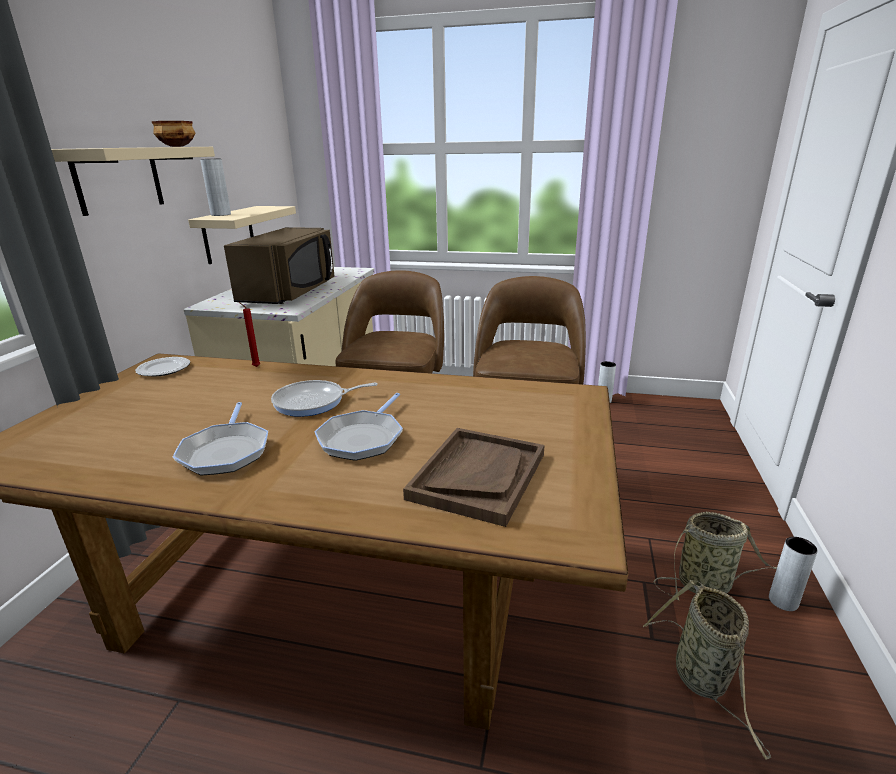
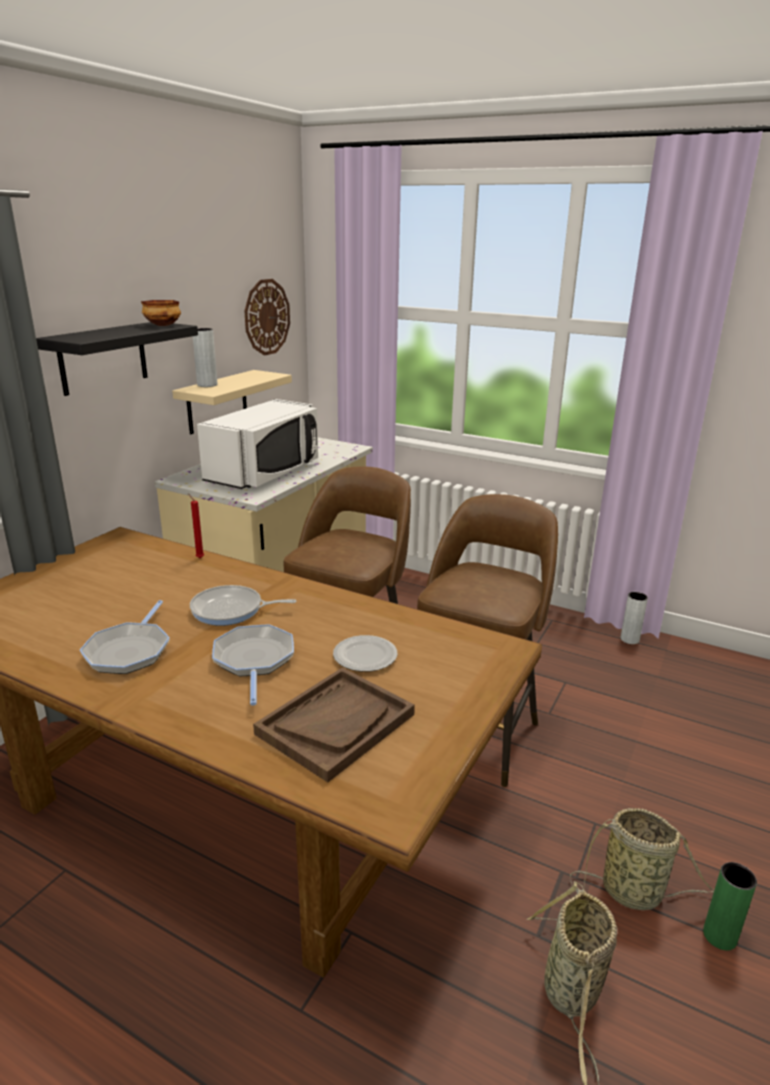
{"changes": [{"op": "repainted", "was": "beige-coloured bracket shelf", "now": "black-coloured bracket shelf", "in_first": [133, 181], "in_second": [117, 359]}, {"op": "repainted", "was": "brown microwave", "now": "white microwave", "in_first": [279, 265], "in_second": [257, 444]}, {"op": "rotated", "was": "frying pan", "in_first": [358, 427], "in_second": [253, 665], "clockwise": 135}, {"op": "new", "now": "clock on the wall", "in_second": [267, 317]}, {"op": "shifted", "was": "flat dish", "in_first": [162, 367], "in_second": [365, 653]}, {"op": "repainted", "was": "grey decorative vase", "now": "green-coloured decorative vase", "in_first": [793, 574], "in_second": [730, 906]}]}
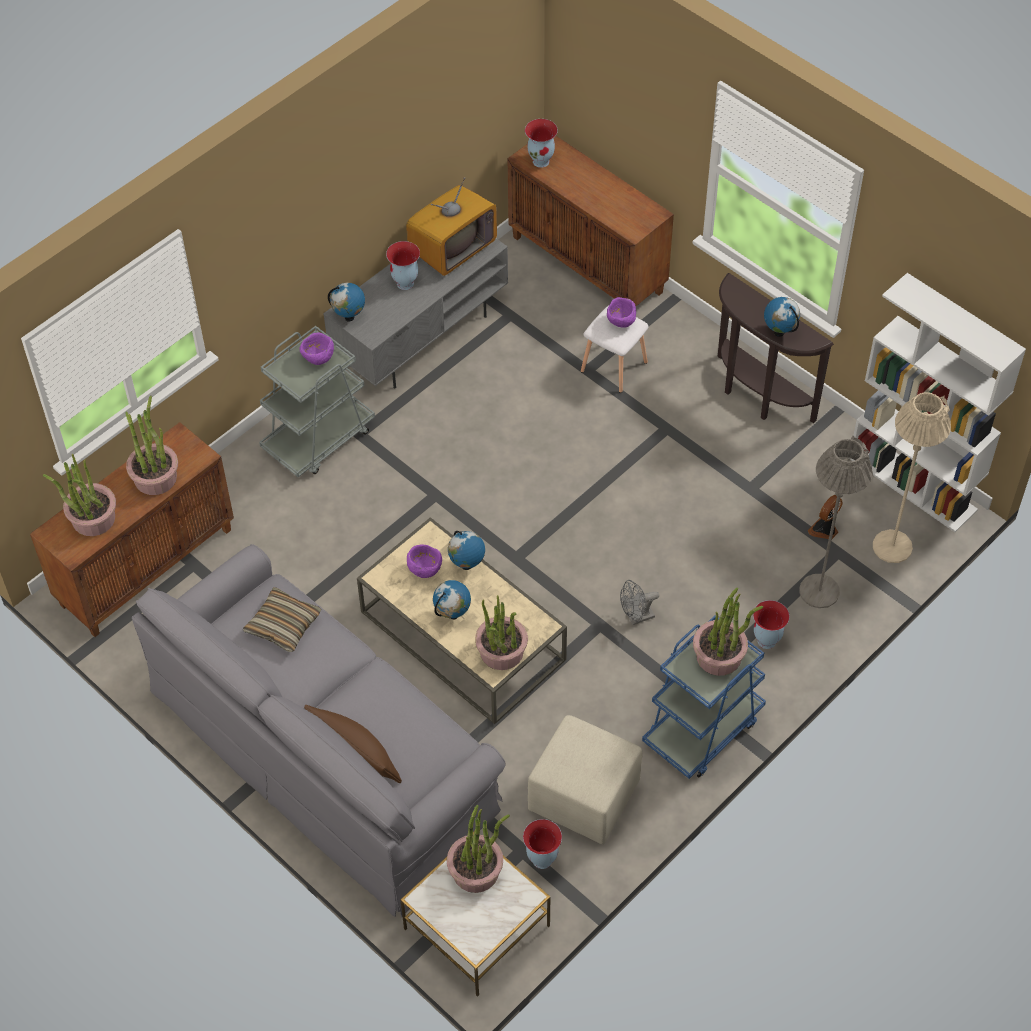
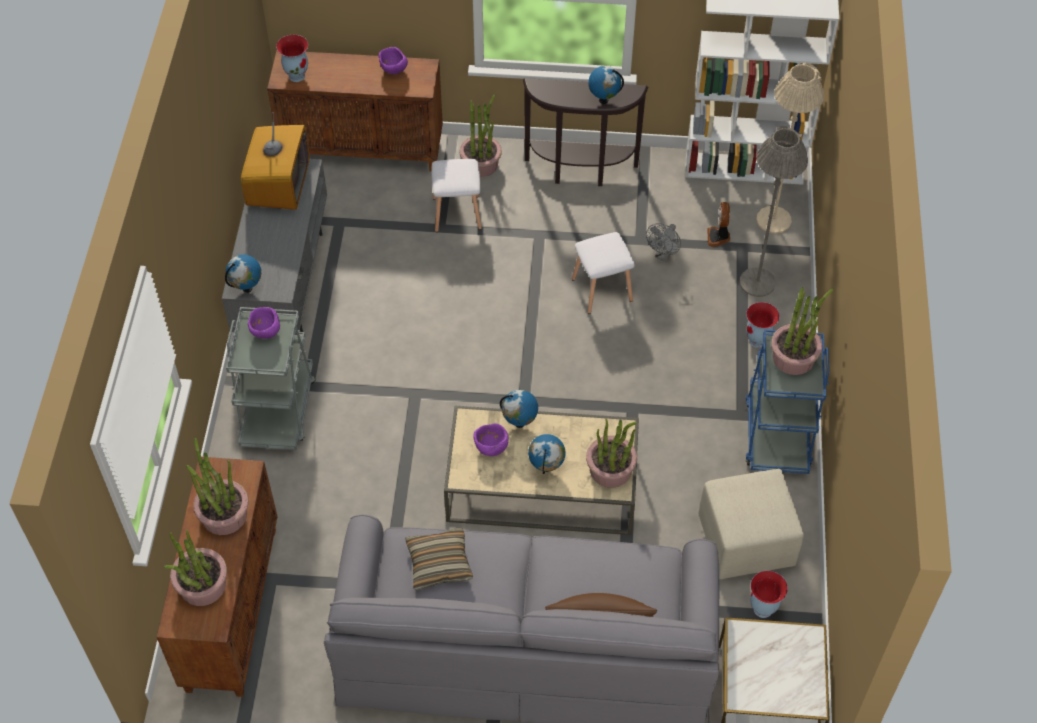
{"changes": [{"op": "shifted", "was": "purple-coloured serving bowl", "in_first": [621, 312], "in_second": [393, 60]}, {"op": "shifted", "was": "plant in a pot", "in_first": [478, 849], "in_second": [481, 135]}, {"op": "new", "now": "white sitting stool", "in_second": [603, 273]}, {"op": "shifted", "was": "grey cooling fan", "in_first": [639, 602], "in_second": [663, 242]}, {"op": "gone", "was": "decorative vase", "in_first": [403, 265]}]}
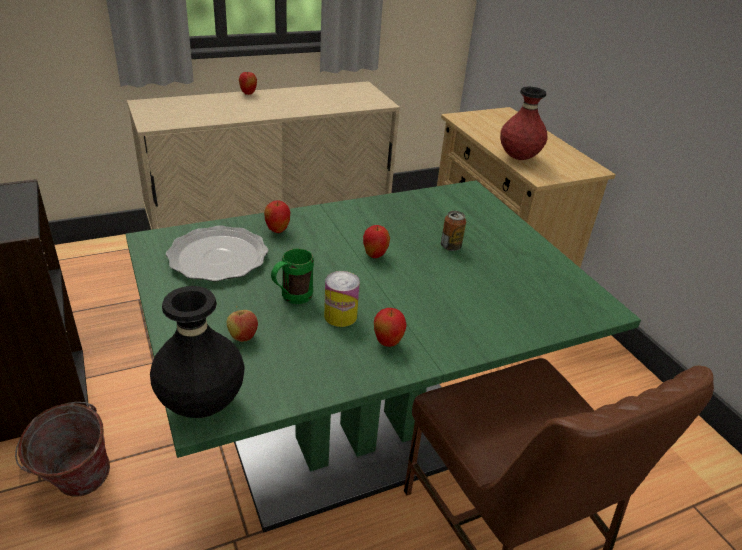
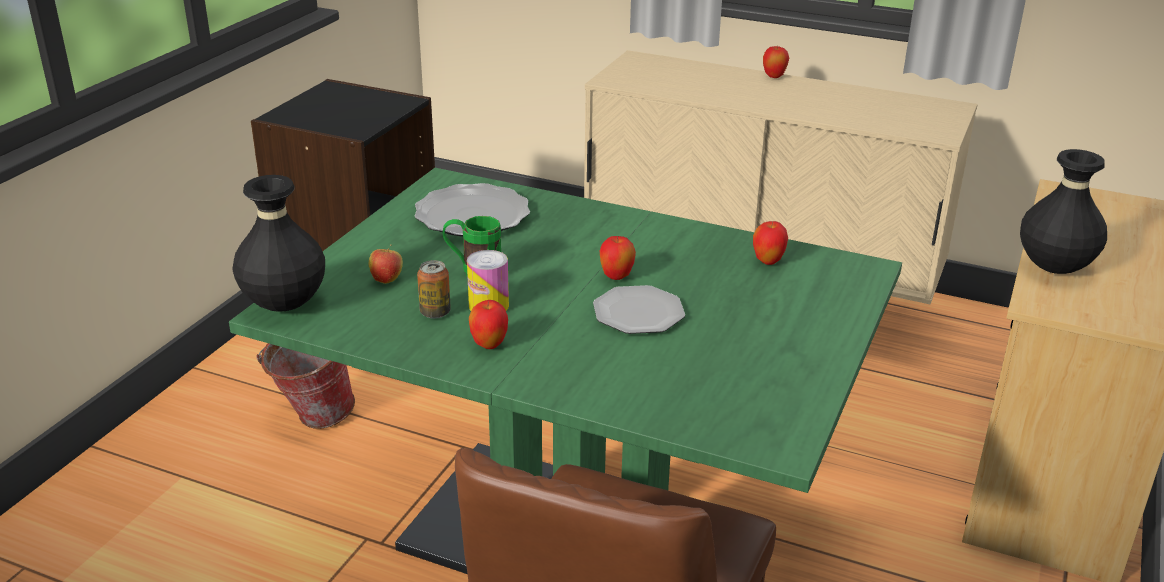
{"changes": [{"op": "shifted", "was": "metal can", "in_first": [453, 231], "in_second": [434, 289]}, {"op": "new", "now": "flat dish", "in_second": [639, 309]}, {"op": "shifted", "was": "whole apple", "in_first": [277, 216], "in_second": [770, 243]}, {"op": "repainted", "was": "red decorative vase", "now": "black-coloured decorative vase", "in_first": [523, 123], "in_second": [1063, 211]}]}
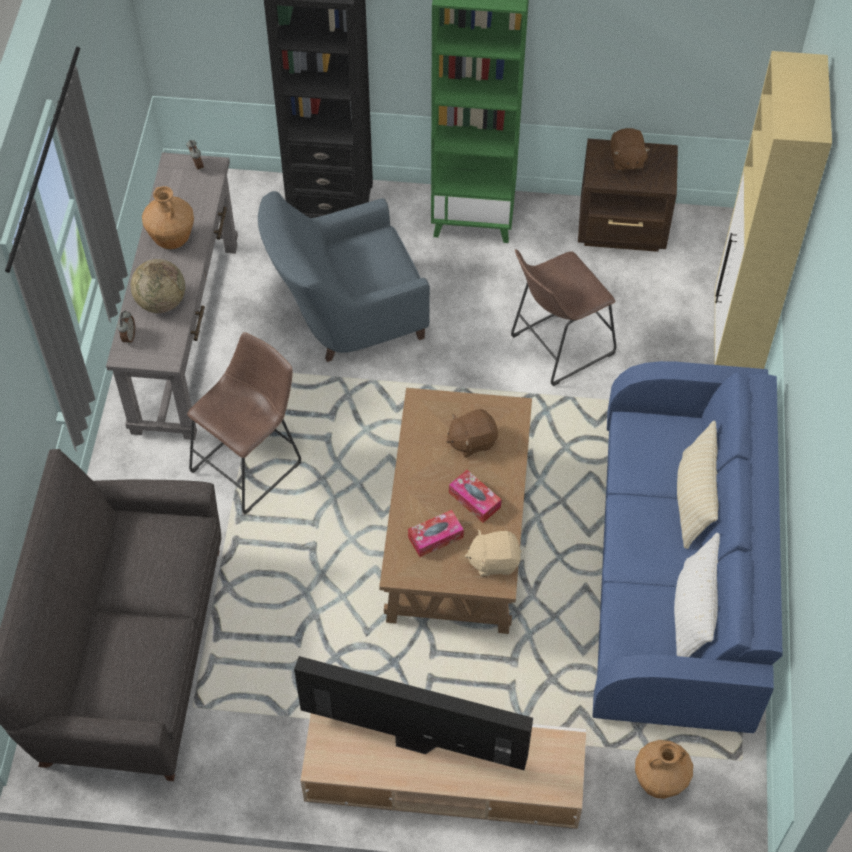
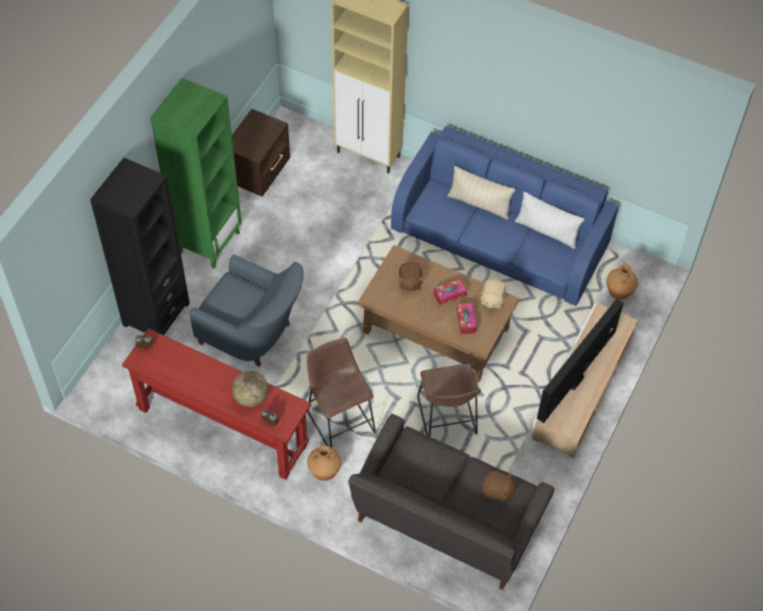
{"changes": [{"op": "repainted", "was": "grey console table", "now": "red console table", "in_first": [172, 296], "in_second": [216, 404]}, {"op": "rotated", "was": "bluish armchair", "in_first": [344, 276], "in_second": [246, 310], "clockwise": -60}, {"op": "shifted", "was": "brown decorative vase", "in_first": [168, 217], "in_second": [324, 463]}, {"op": "shifted", "was": "brown sitting stool", "in_first": [563, 317], "in_second": [449, 400]}, {"op": "shifted", "was": "brown plush toy", "in_first": [630, 149], "in_second": [499, 486]}]}
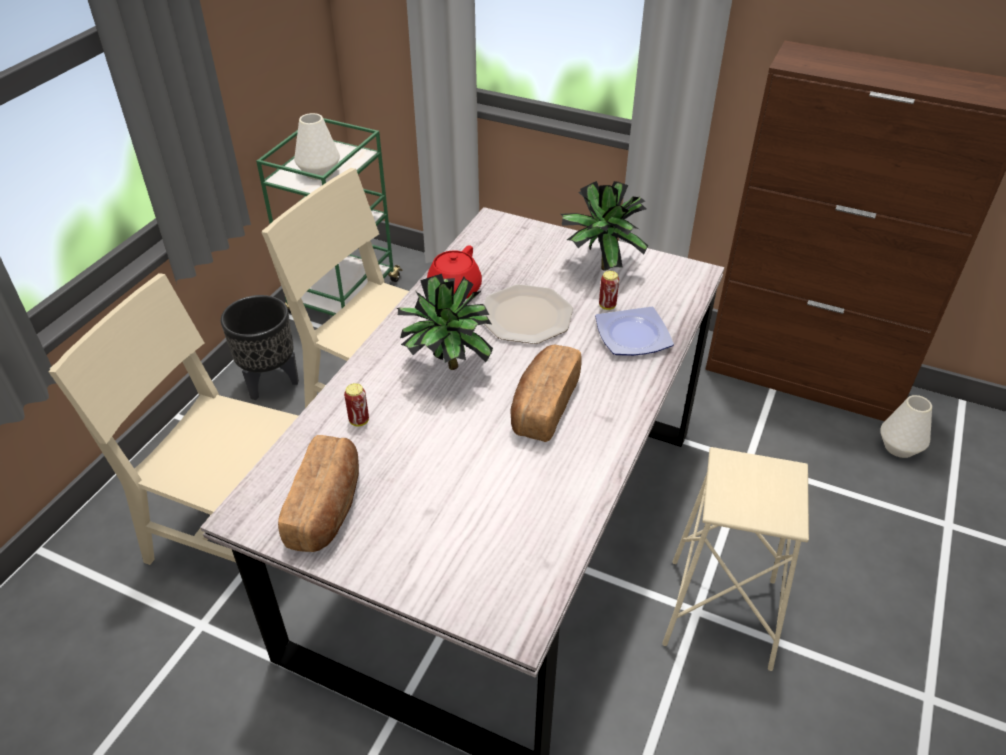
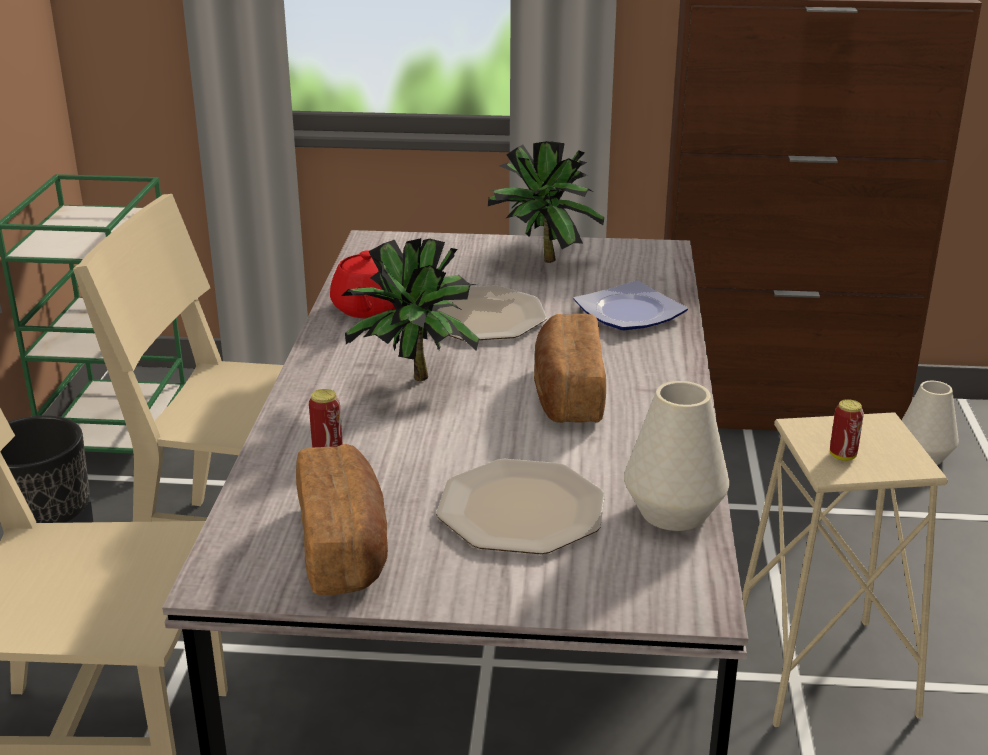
{"changes": [{"op": "new", "now": "flat dish", "in_second": [520, 506]}, {"op": "shifted", "was": "white decorative vase", "in_first": [317, 146], "in_second": [676, 456]}, {"op": "shifted", "was": "metal can", "in_first": [609, 290], "in_second": [847, 430]}]}
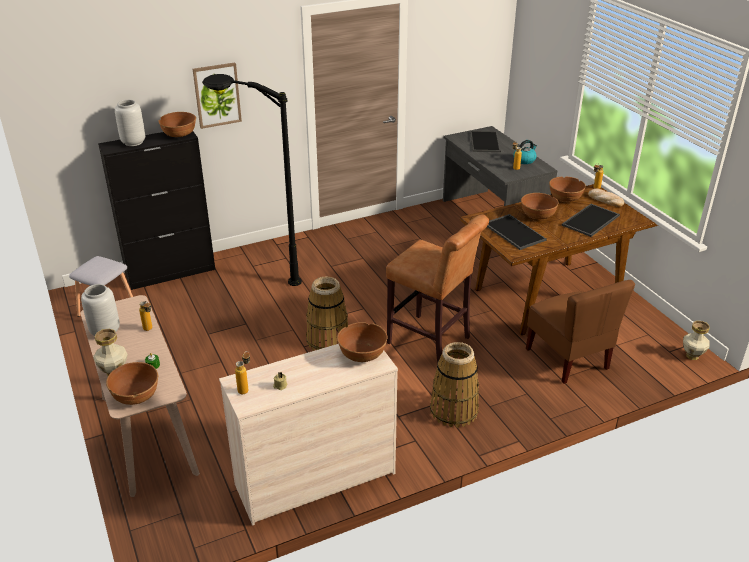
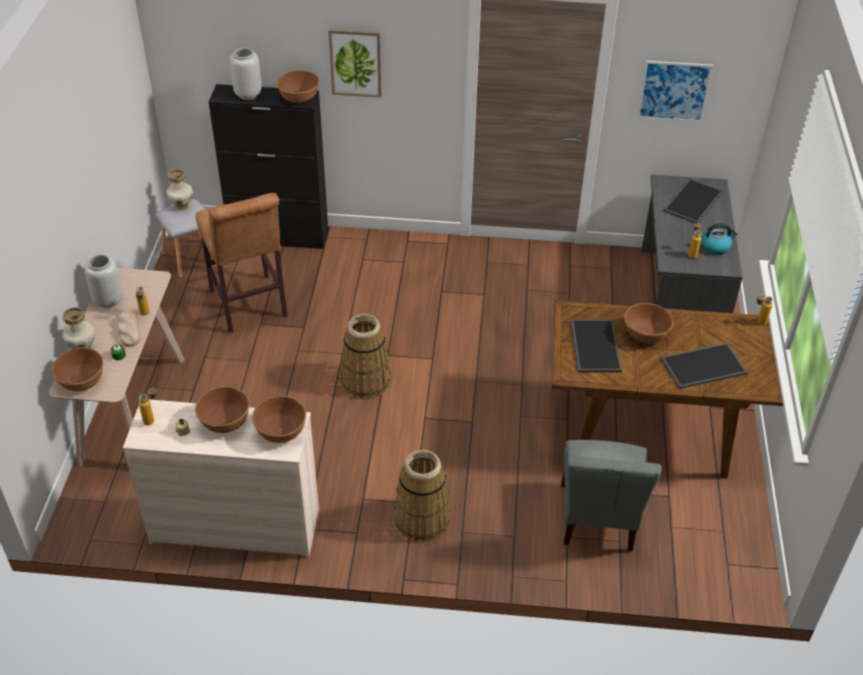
{"changes": [{"op": "shifted", "was": "bakery bread", "in_first": [606, 198], "in_second": [129, 328]}, {"op": "shifted", "was": "decorative vase", "in_first": [696, 340], "in_second": [179, 189]}, {"op": "shifted", "was": "brown serving bowl", "in_first": [567, 190], "in_second": [222, 410]}, {"op": "shifted", "was": "brown sitting stool", "in_first": [437, 289], "in_second": [242, 263]}, {"op": "repainted", "was": "brown chair", "now": "grey chair", "in_first": [580, 332], "in_second": [611, 495]}, {"op": "new", "now": "picture", "in_second": [675, 91]}, {"op": "gone", "was": "black-coloured standing lamp", "in_first": [252, 180]}]}
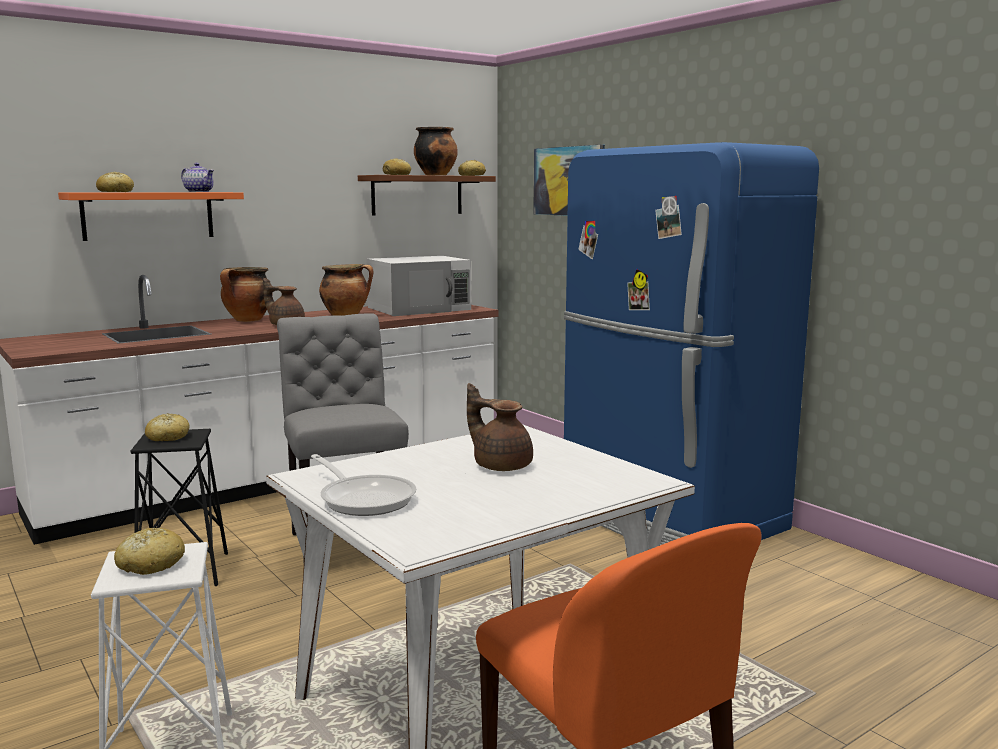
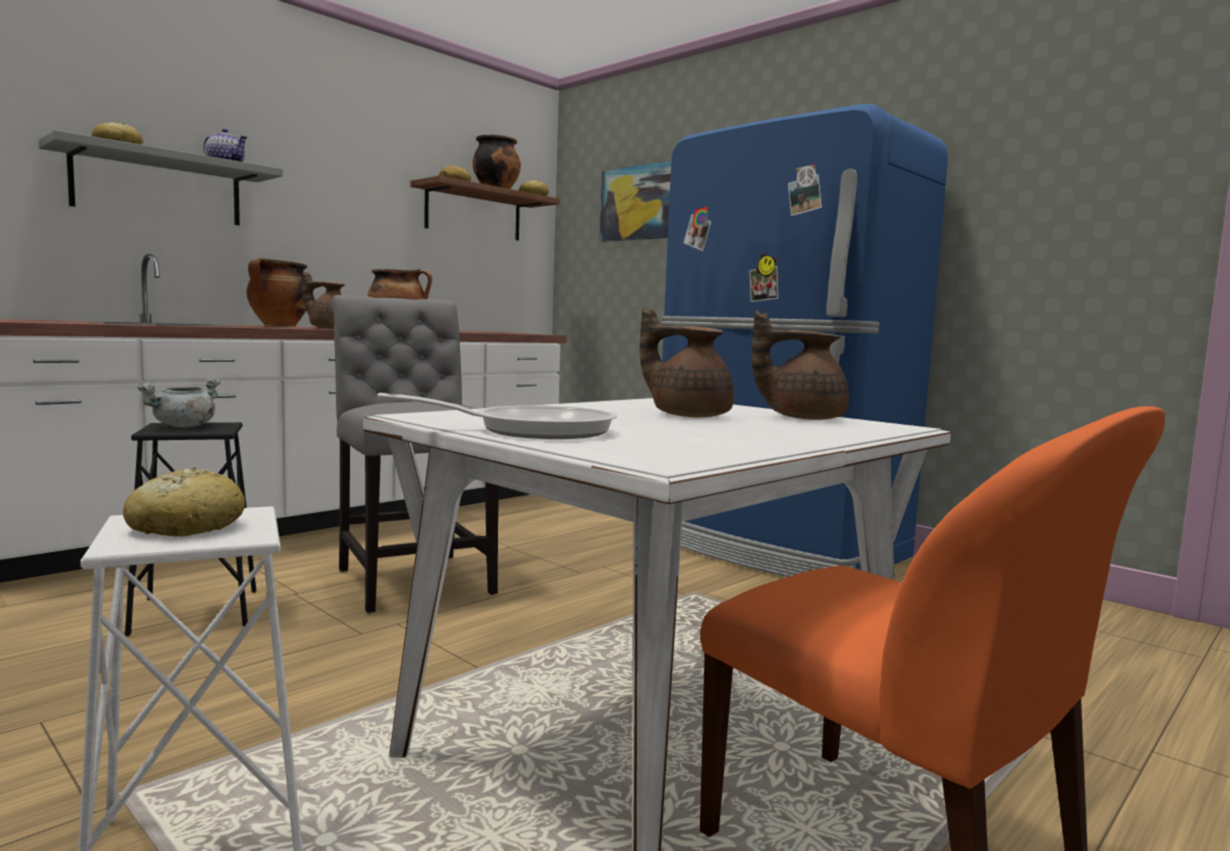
{"changes": [{"op": "repainted", "was": "orange-coloured bracket shelf", "now": "grey bracket shelf", "in_first": [151, 216], "in_second": [161, 177]}, {"op": "swapped", "was": "bakery bread", "now": "grey stockpot", "in_first": [167, 427], "in_second": [179, 403]}, {"op": "rotated", "was": "frying pan", "in_first": [363, 485], "in_second": [497, 416], "clockwise": -45}, {"op": "new", "now": "brown pot for tea", "in_second": [800, 365]}, {"op": "gone", "was": "white microwave", "in_first": [419, 286]}]}
